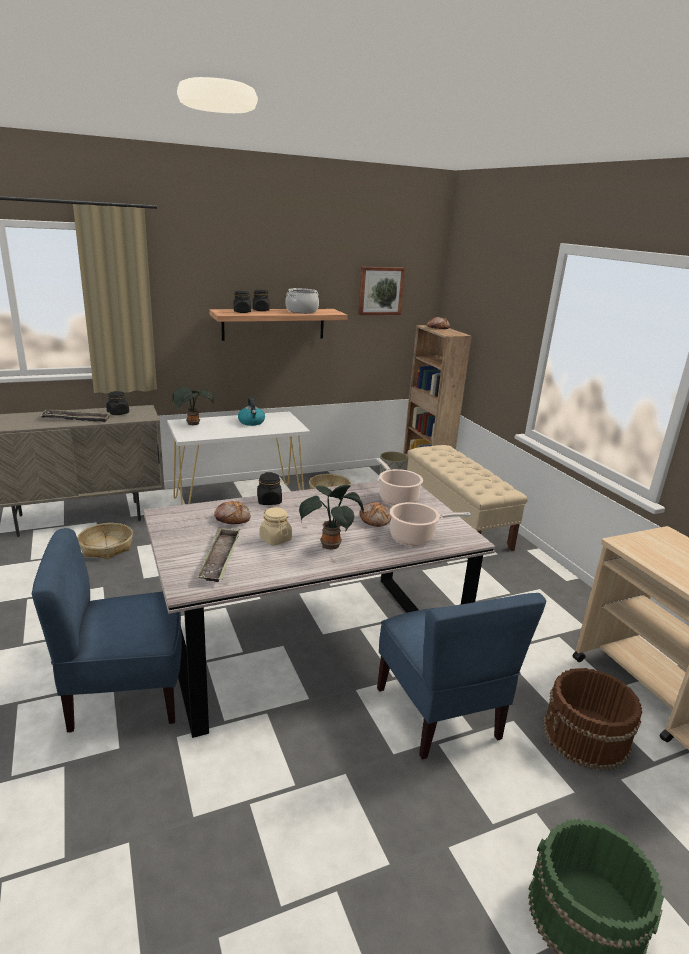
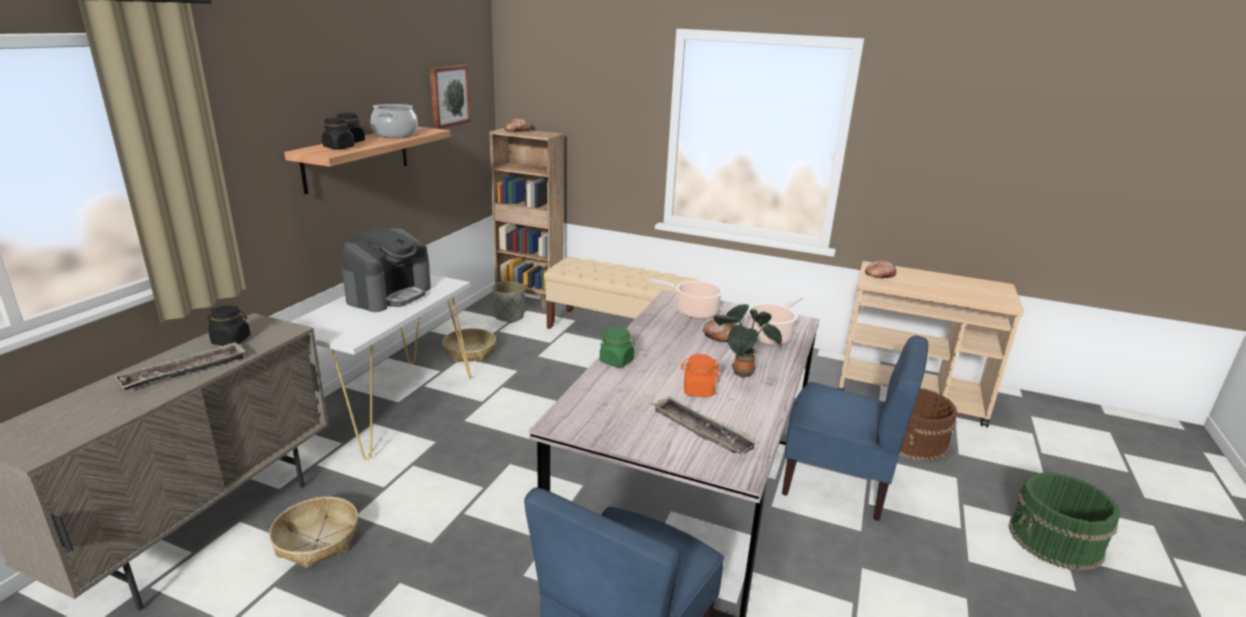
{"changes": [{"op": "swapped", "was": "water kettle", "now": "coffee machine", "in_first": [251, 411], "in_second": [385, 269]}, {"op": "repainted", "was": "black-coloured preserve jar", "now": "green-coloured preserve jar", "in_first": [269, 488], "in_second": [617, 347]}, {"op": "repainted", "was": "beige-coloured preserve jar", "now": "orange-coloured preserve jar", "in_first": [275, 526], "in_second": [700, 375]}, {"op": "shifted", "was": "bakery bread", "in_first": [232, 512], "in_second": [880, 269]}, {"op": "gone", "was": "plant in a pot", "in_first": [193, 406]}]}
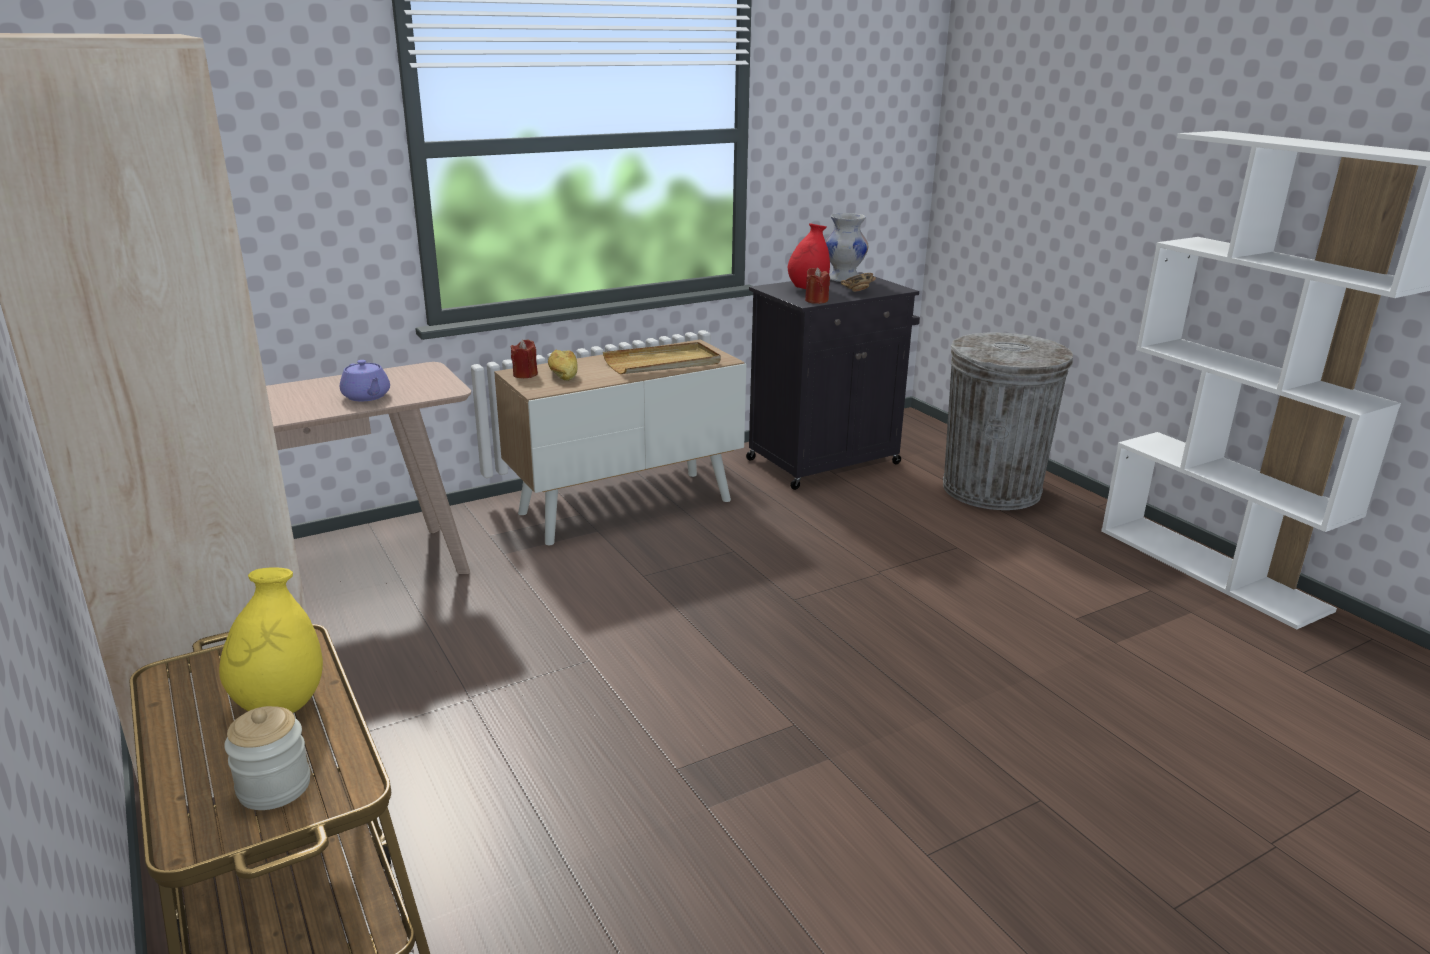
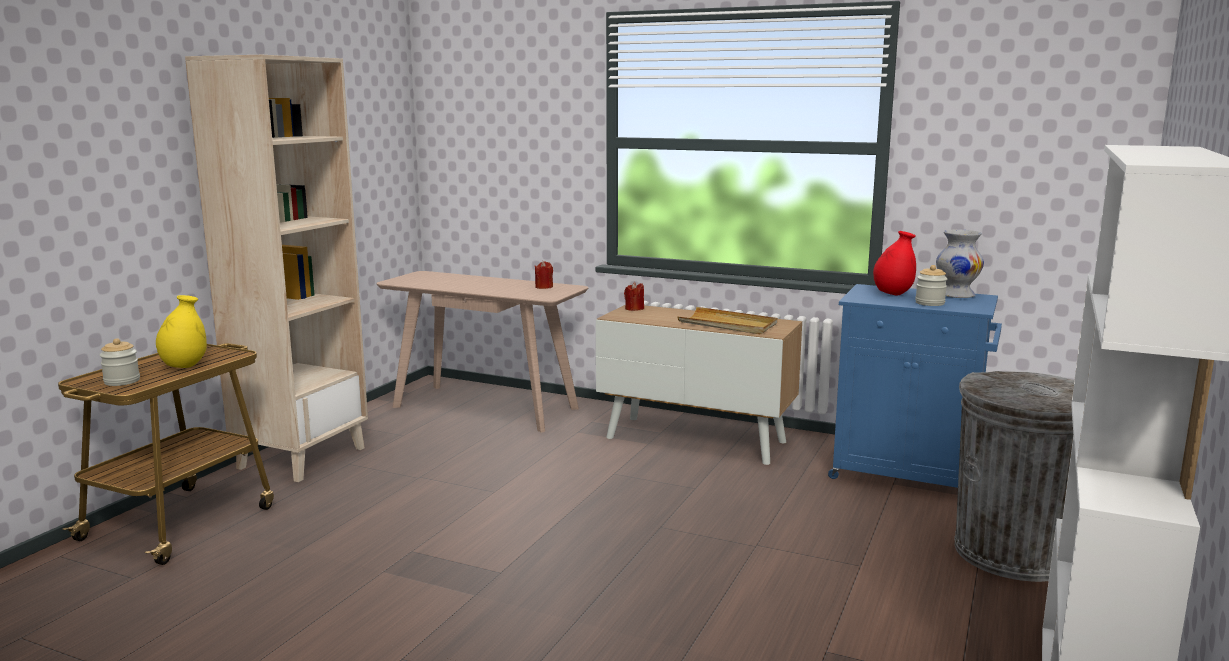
{"changes": [{"op": "shifted", "was": "red wax light", "in_first": [817, 285], "in_second": [544, 275]}, {"op": "repainted", "was": "black-coloured cupboard", "now": "bluish cupboard", "in_first": [833, 381], "in_second": [915, 386]}, {"op": "swapped", "was": "serving bowl", "now": "preserve jar", "in_first": [858, 282], "in_second": [931, 285]}, {"op": "gone", "was": "purple-coloured pot for tea", "in_first": [365, 380]}, {"op": "gone", "was": "bakery bread", "in_first": [563, 365]}]}
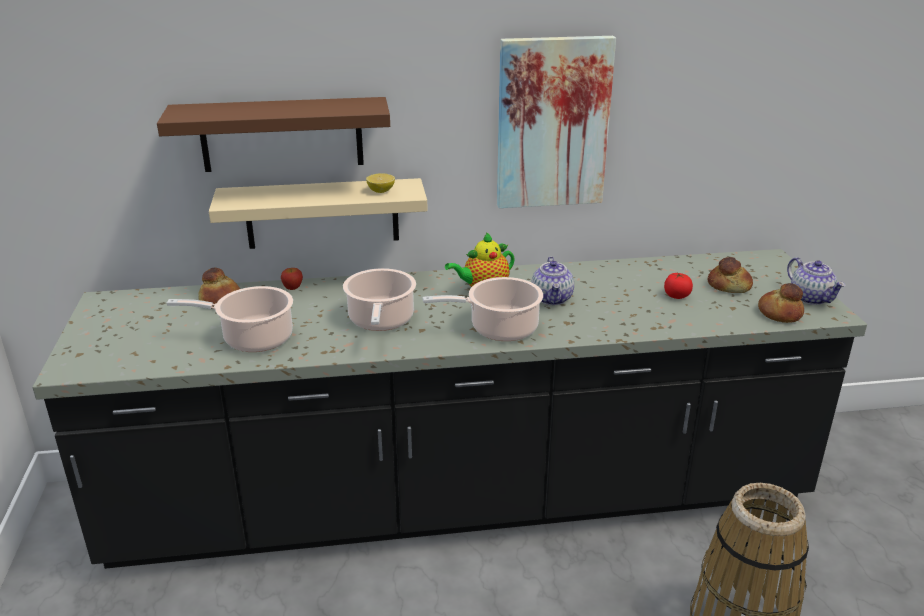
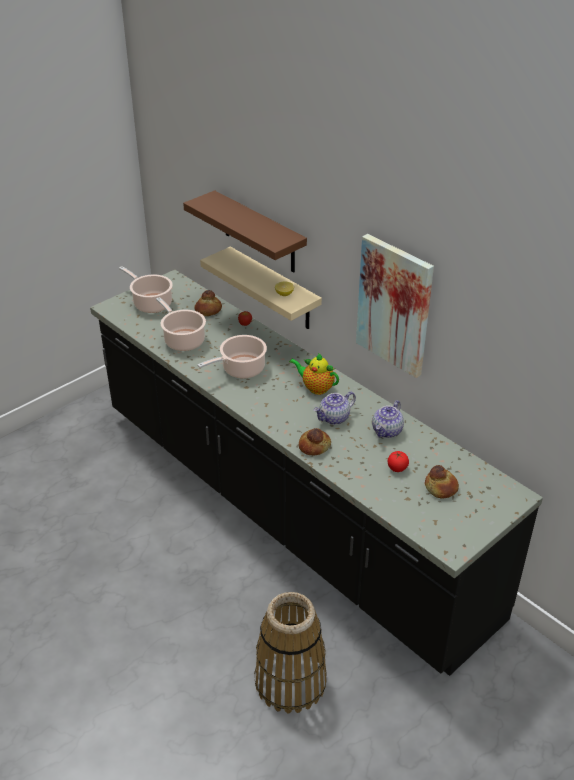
{"changes": [{"op": "shifted", "was": "stockpot", "in_first": [482, 309], "in_second": [146, 289]}, {"op": "shifted", "was": "bakery bread", "in_first": [781, 303], "in_second": [315, 441]}, {"op": "shifted", "was": "pot for tea", "in_first": [816, 281], "in_second": [388, 419]}]}
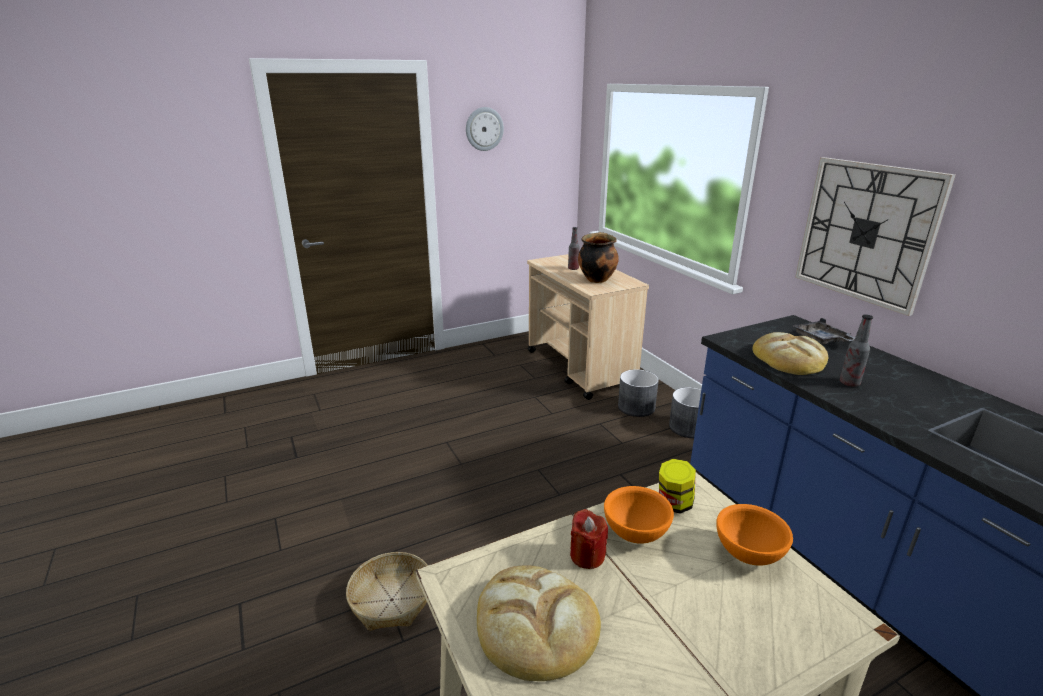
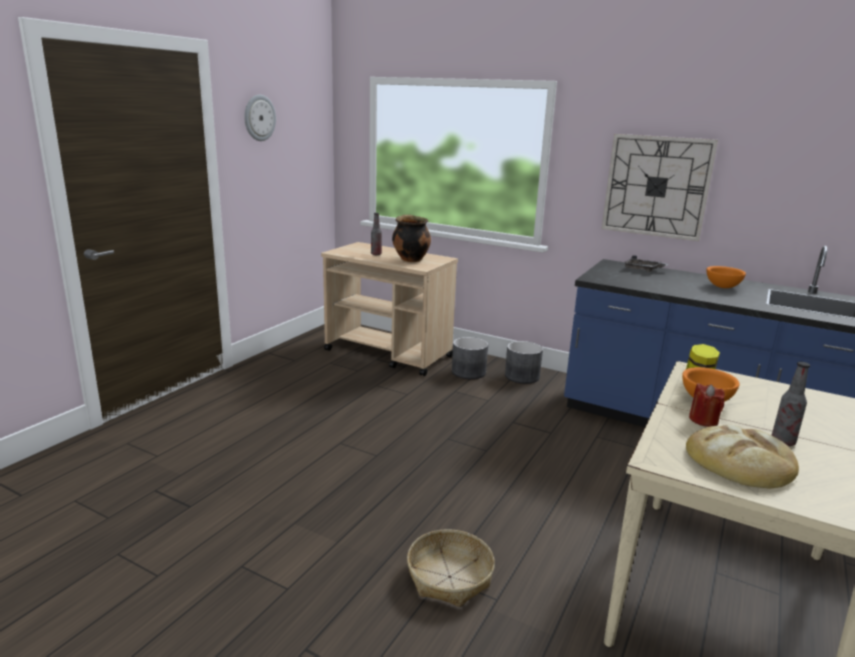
{"changes": [{"op": "shifted", "was": "orange-coloured serving bowl", "in_first": [754, 535], "in_second": [726, 277]}, {"op": "shifted", "was": "drink bottle", "in_first": [856, 350], "in_second": [791, 404]}, {"op": "gone", "was": "bakery bread", "in_first": [790, 353]}]}
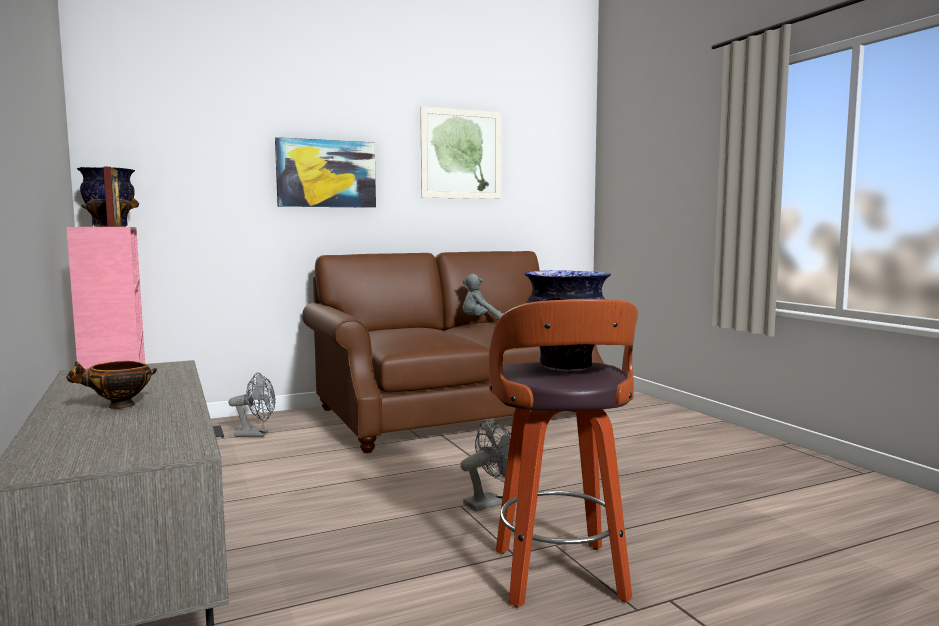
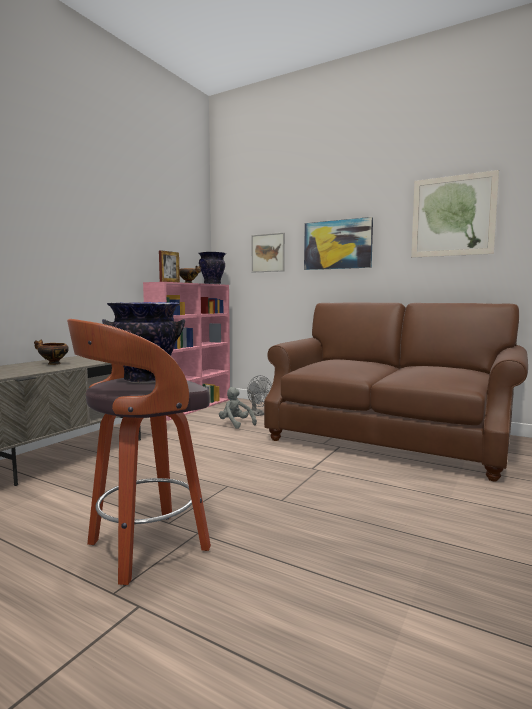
{"changes": [{"op": "shifted", "was": "grey plush toy", "in_first": [483, 296], "in_second": [238, 408]}, {"op": "new", "now": "picture", "in_second": [268, 253]}, {"op": "gone", "was": "grey cooling fan", "in_first": [485, 466]}]}
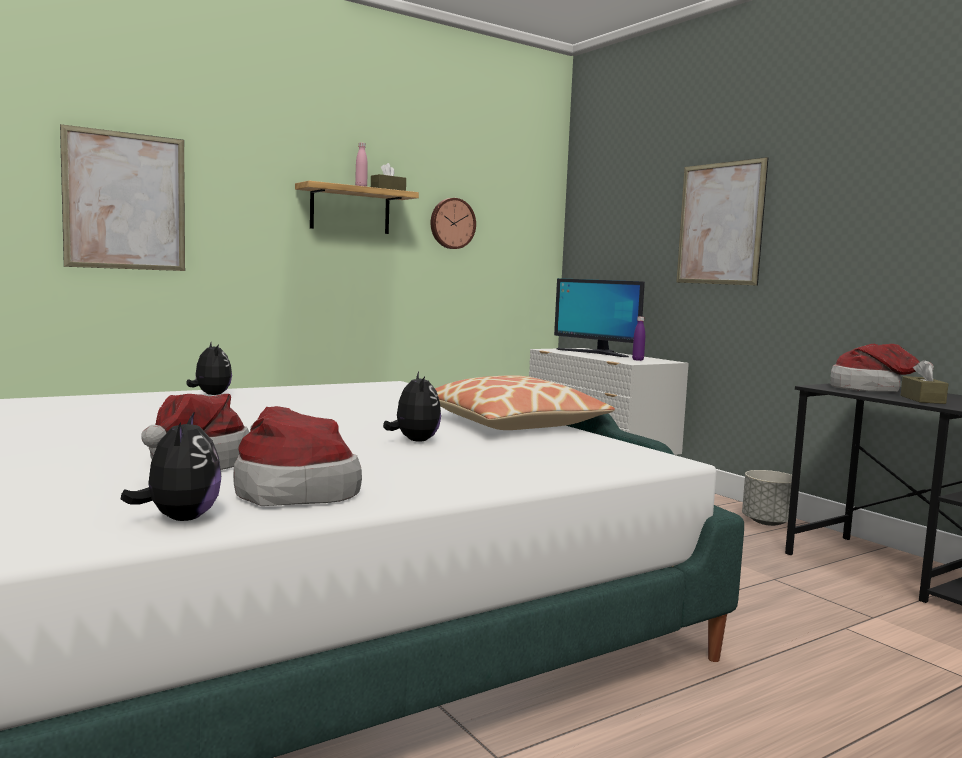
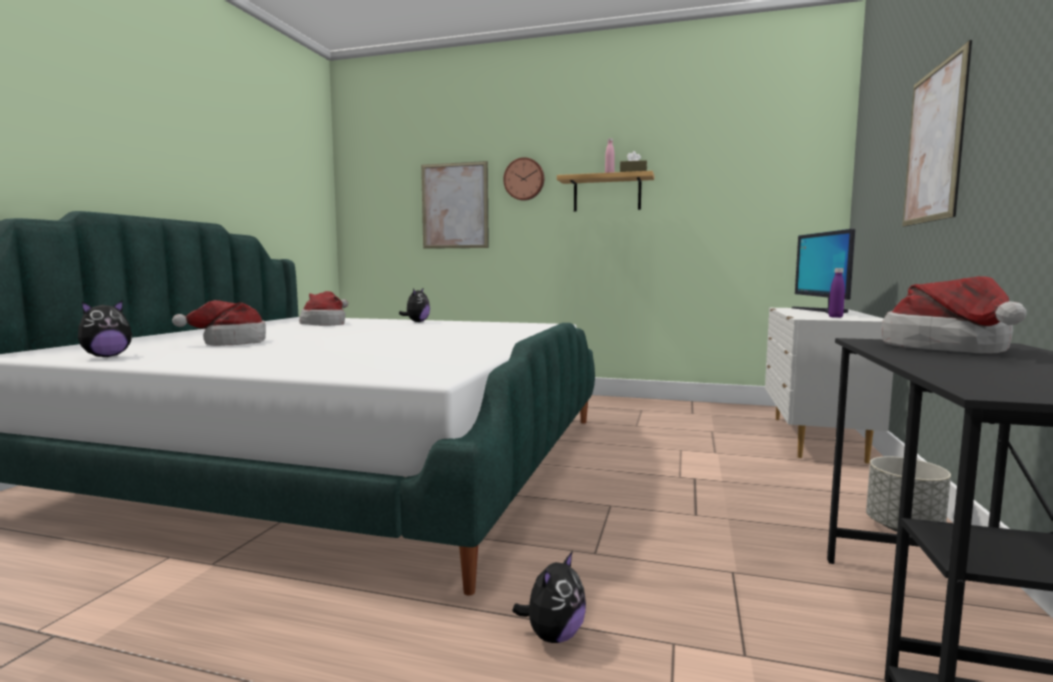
{"changes": [{"op": "shifted", "was": "wearable hat", "in_first": [297, 456], "in_second": [323, 308]}, {"op": "shifted", "was": "clock on the wall", "in_first": [453, 223], "in_second": [523, 179]}, {"op": "shifted", "was": "plush toy", "in_first": [412, 406], "in_second": [549, 597]}, {"op": "gone", "was": "throw pillow", "in_first": [525, 402]}, {"op": "gone", "was": "brown tissue box", "in_first": [924, 382]}]}
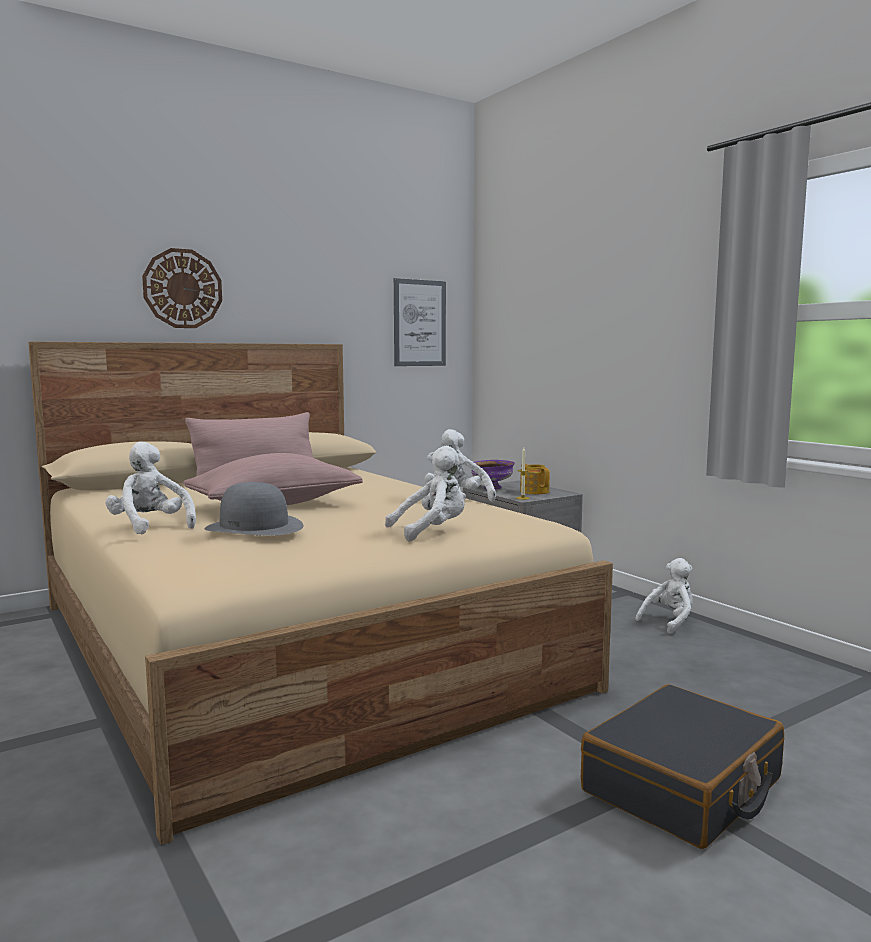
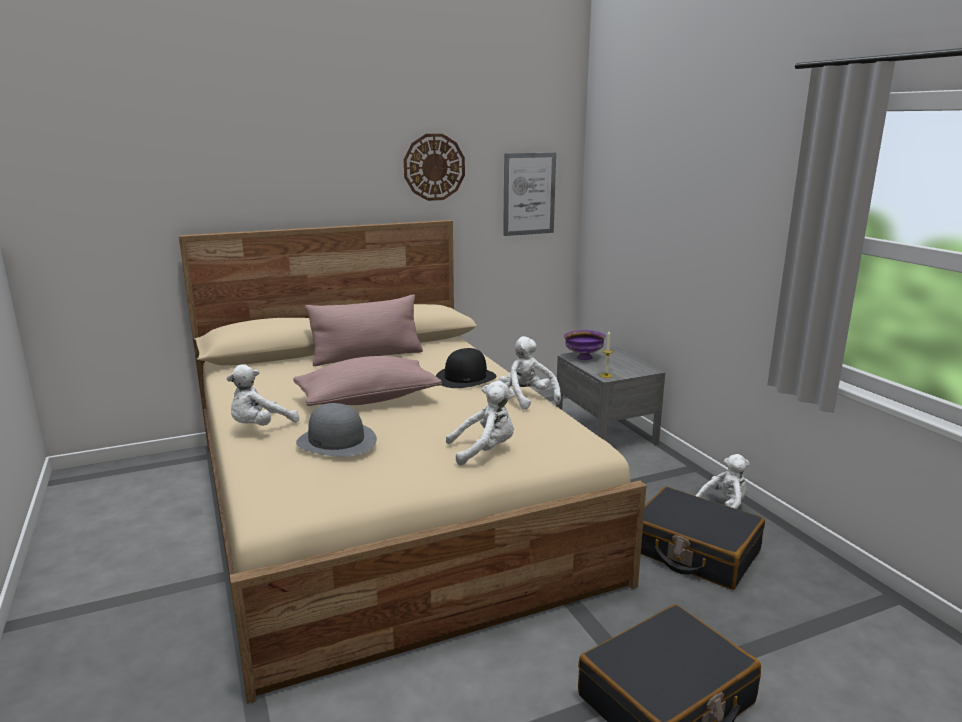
{"changes": [{"op": "rotated", "was": "white plush toy", "in_first": [150, 488], "in_second": [263, 395], "clockwise": -105}, {"op": "shifted", "was": "clock on the wall", "in_first": [182, 288], "in_second": [434, 167]}, {"op": "new", "now": "black-coloured wearable hat", "in_second": [466, 368]}, {"op": "new", "now": "black-coloured piece of luggage", "in_second": [703, 538]}, {"op": "gone", "was": "pot for tea", "in_first": [535, 479]}]}
